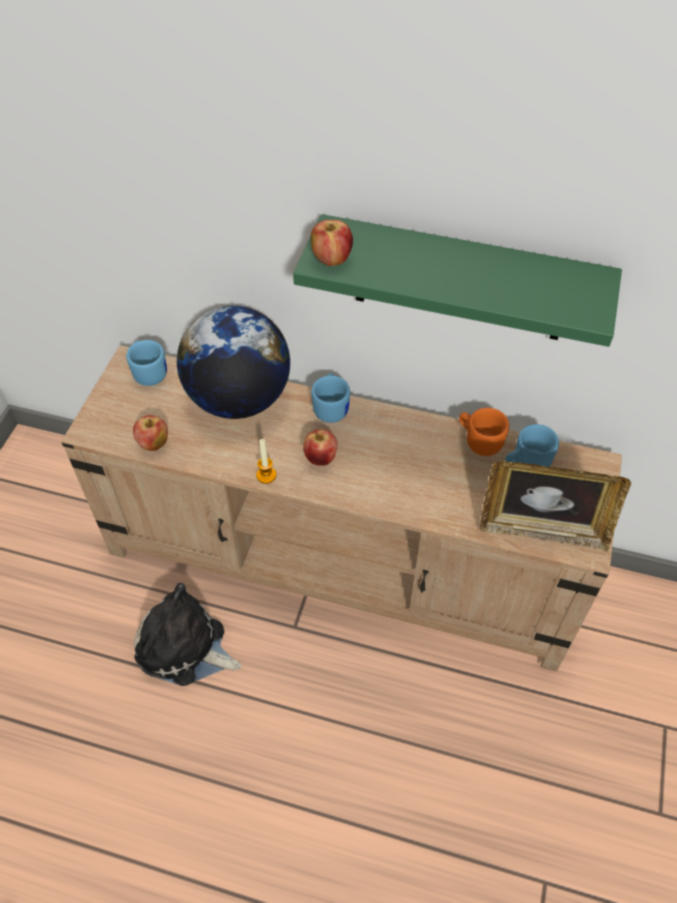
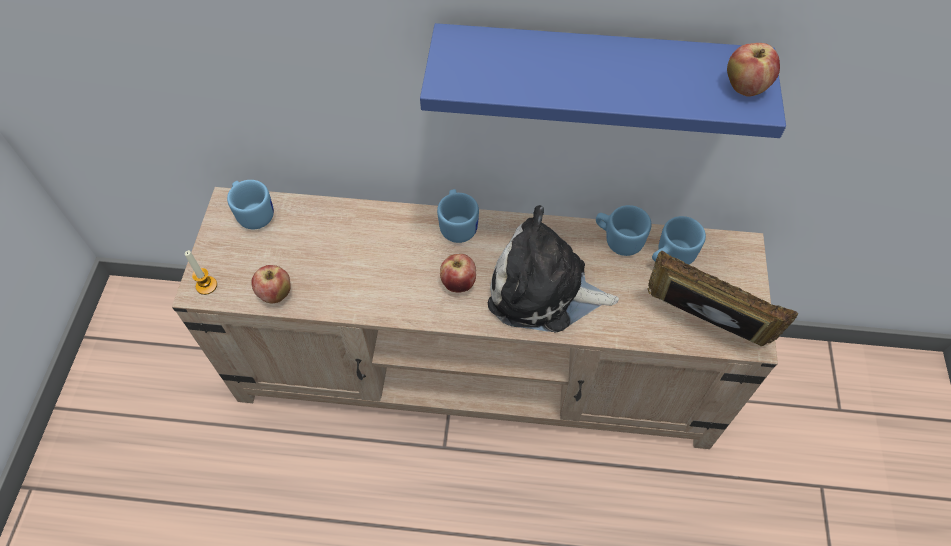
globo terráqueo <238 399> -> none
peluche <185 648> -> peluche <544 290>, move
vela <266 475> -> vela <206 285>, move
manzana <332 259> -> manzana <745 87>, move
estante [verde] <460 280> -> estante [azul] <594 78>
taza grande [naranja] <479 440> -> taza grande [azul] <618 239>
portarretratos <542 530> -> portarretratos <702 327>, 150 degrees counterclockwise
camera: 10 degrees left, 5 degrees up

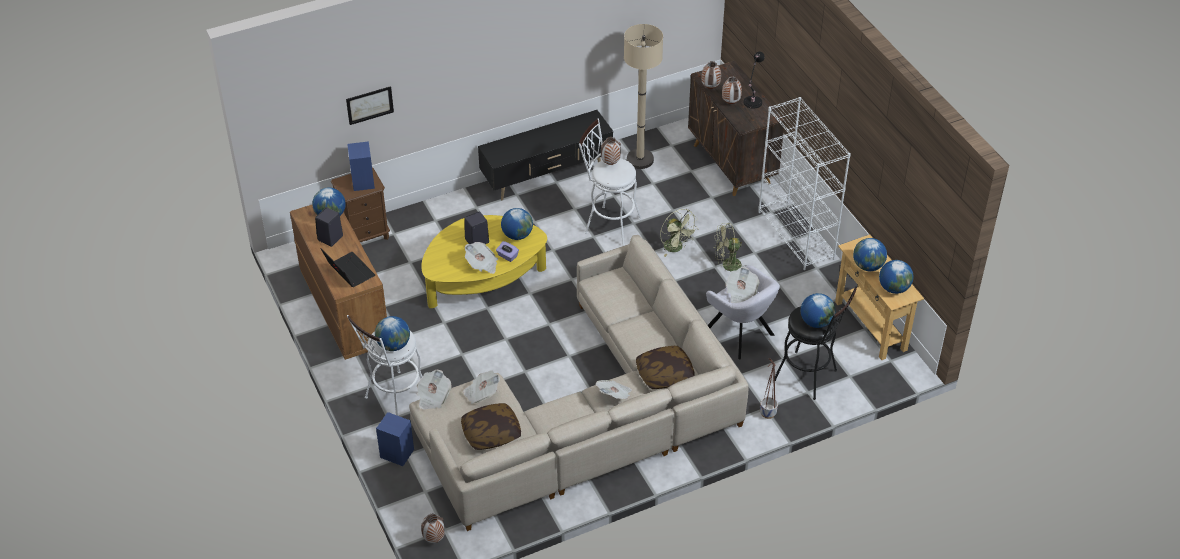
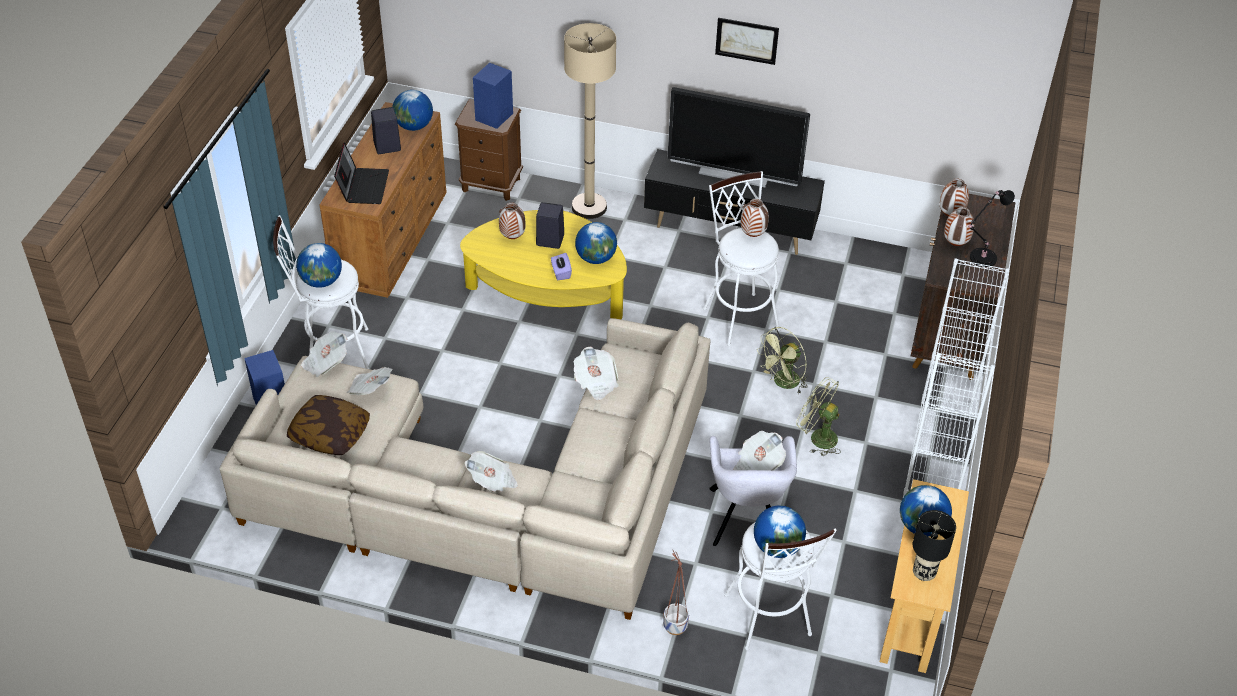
cojín <664 374> -> none
none -> televisor <734 174>
cuadro <369 105> -> cuadro <746 40>, move
florero <434 539> -> florero <512 237>, move
periódico <482 264> -> periódico <596 382>, move
lámpara de pie [beis] <640 160> -> lámpara de pie [beis] <589 207>, move
globo terráqueo <894 288> -> lámpara de mesa [negro] <924 573>
taburete [negro] <810 377> -> taburete [blanco] <770 621>
ventilador [verde] <676 248> -> ventilador [verde] <782 383>, 45 degrees clockwise
camera: 40 degrees right, 0 degrees up

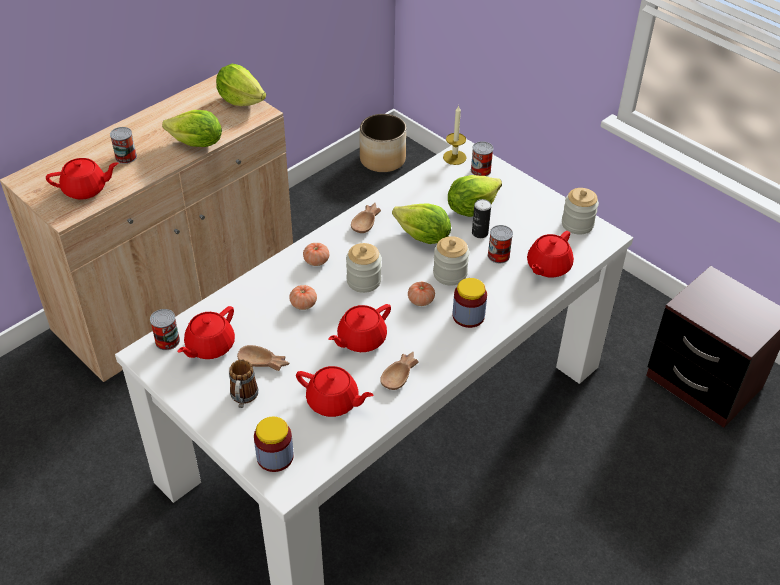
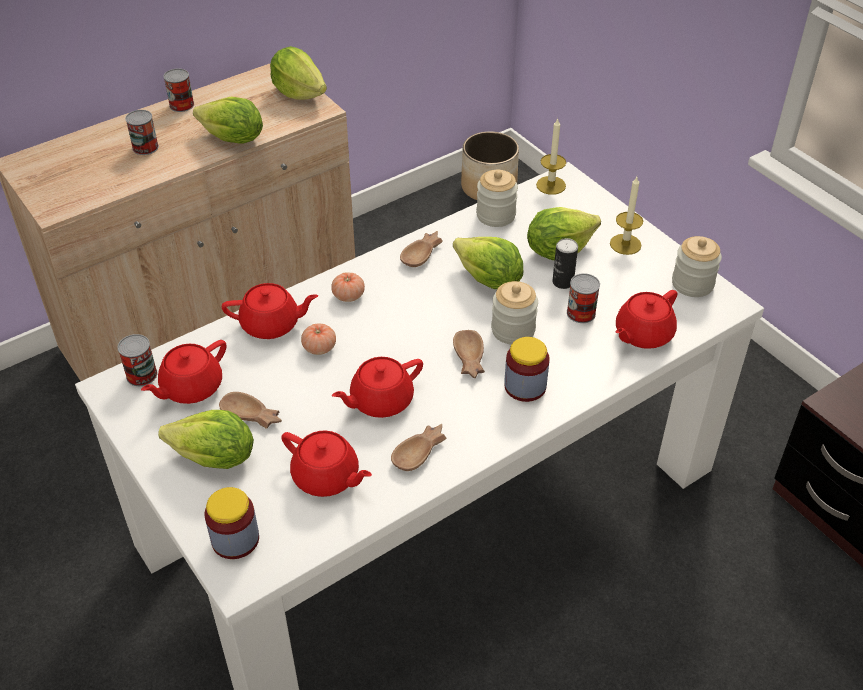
none -> vela <625 244>
tetera [rojo] <86 189> -> tetera [rojo] <271 324>, move
tarro <363 281> -> tarro <496 215>, move
lata <480 170> -> lata <181 105>, move
taza grande <243 398> -> lechuga <215 459>
tomate <421 300> -> cuenco [marrón] <468 359>
camera: 10 degrees right, 0 degrees up

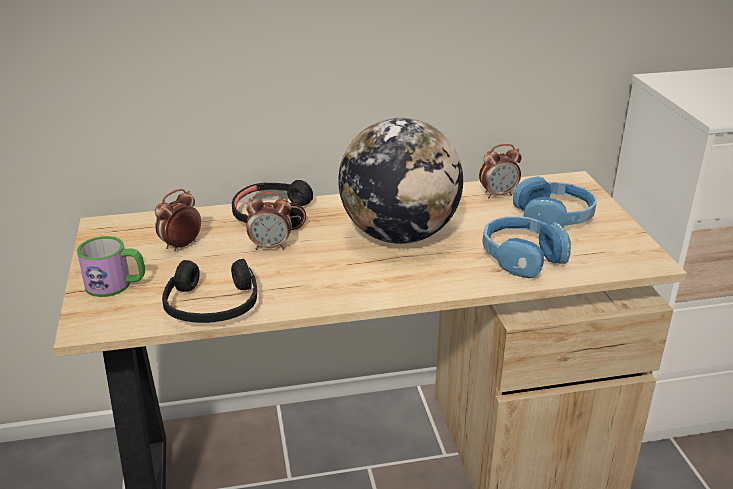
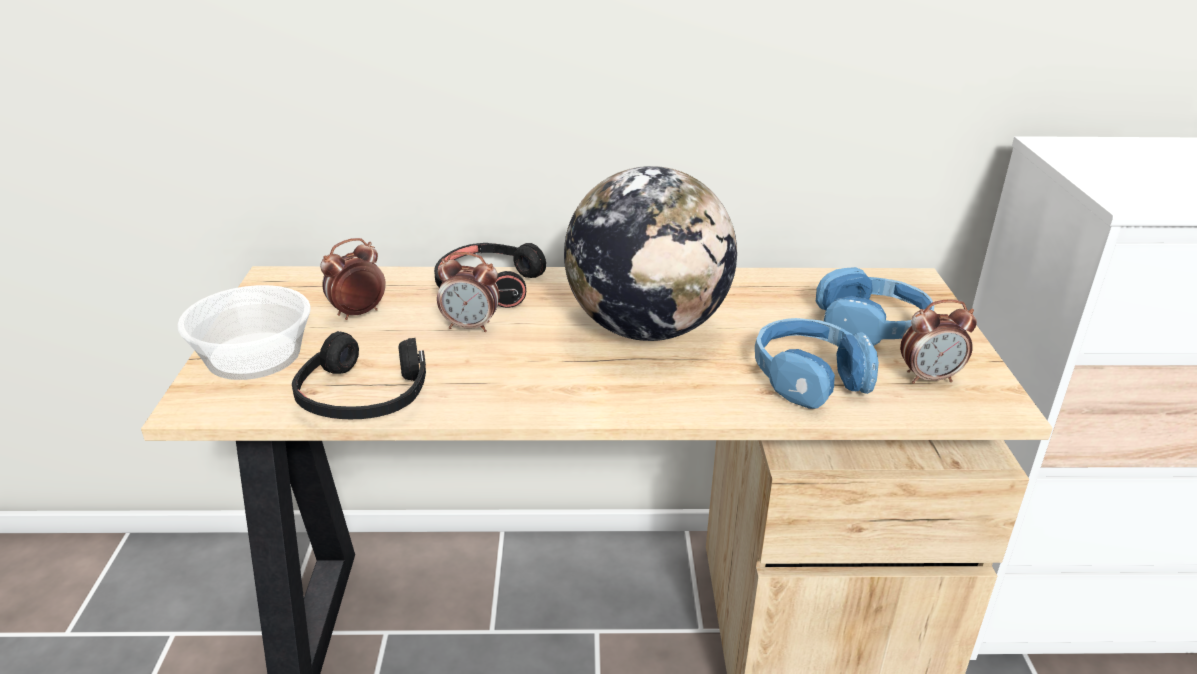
despertador <498 194> -> despertador <929 378>, move
taza grande <116 284> -> cuenco <255 355>
camera: 10 degrees right, 0 degrees up

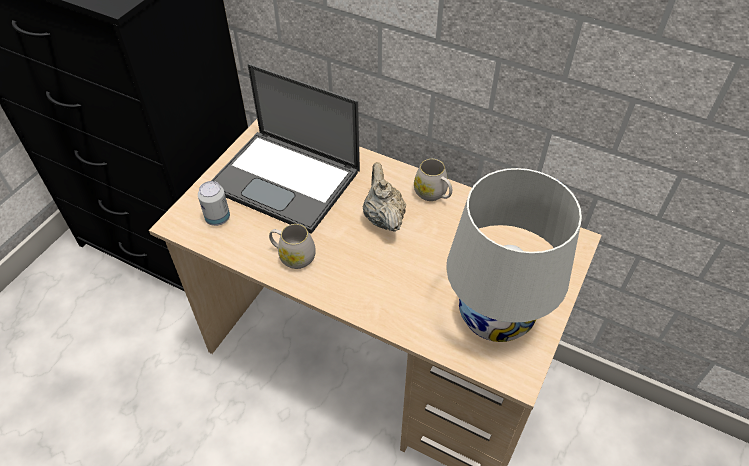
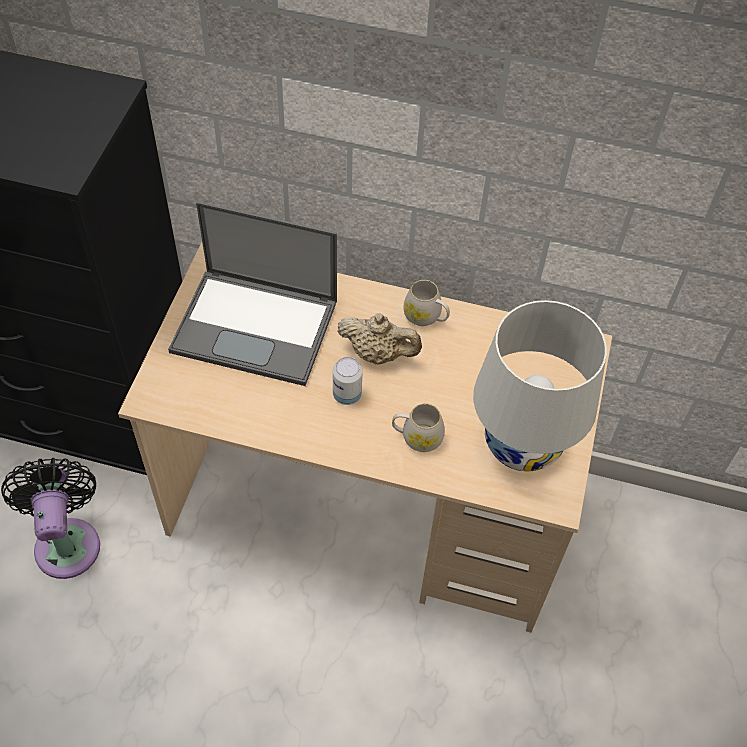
none -> ventilador [negro] <67 541>
lata <218 218> -> lata <347 395>, move
taza grande [blanco] <293 256> -> taza grande [blanco] <417 437>, move
tetera [beis] <383 217> -> tetera [beis] <378 353>, 135 degrees clockwise
camera: 15 degrees left, 5 degrees up

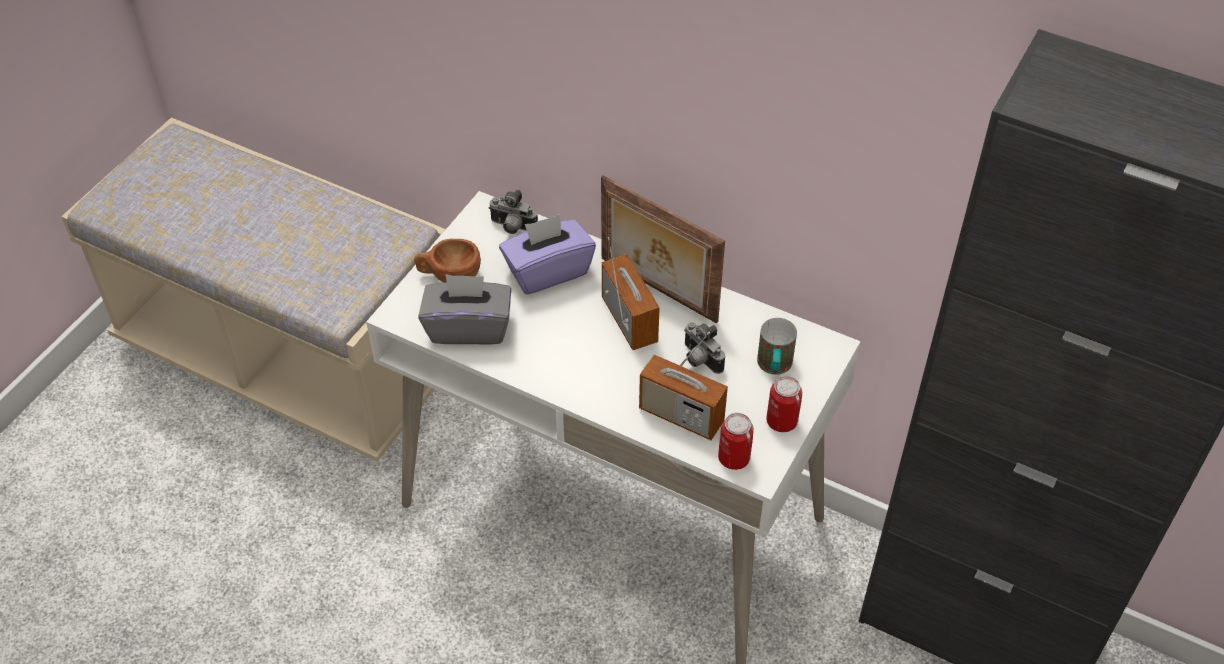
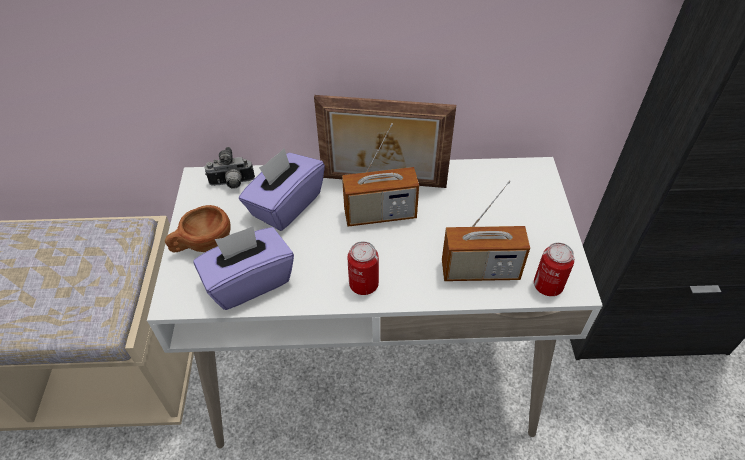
cámara <699 360> -> none
taza grande <774 367> -> none
lata <781 421> -> lata <363 284>, move
caja de pañuelos [gris] <468 327> -> caja de pañuelos [morado] <249 281>
radio <629 320> -> radio <380 214>, 135 degrees clockwise
camera: 30 degrees left, 0 degrees up

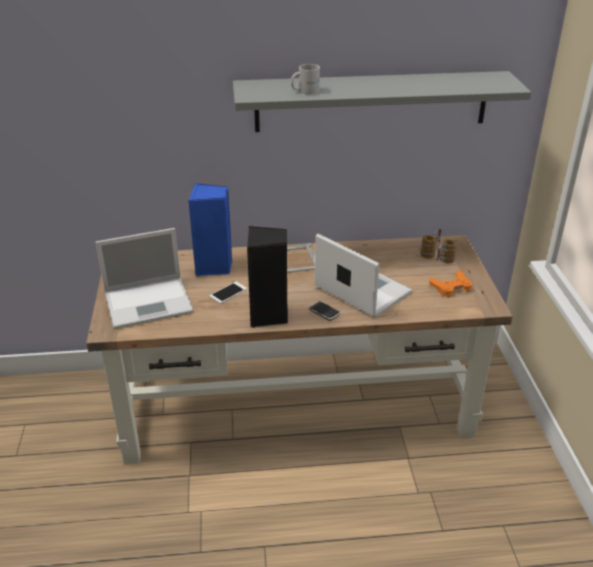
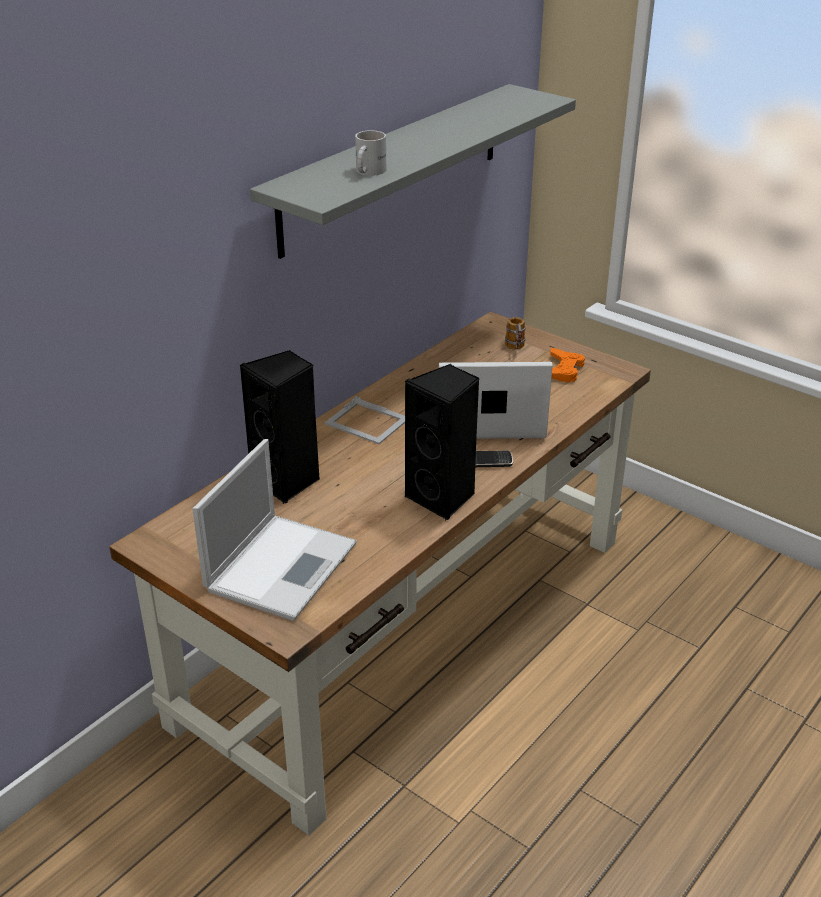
móvil <228 292> -> none
taza grande <431 252> -> none
altavoz [azul] <214 267> -> altavoz [negro] <287 482>
camera: 45 degrees left, 0 degrees up

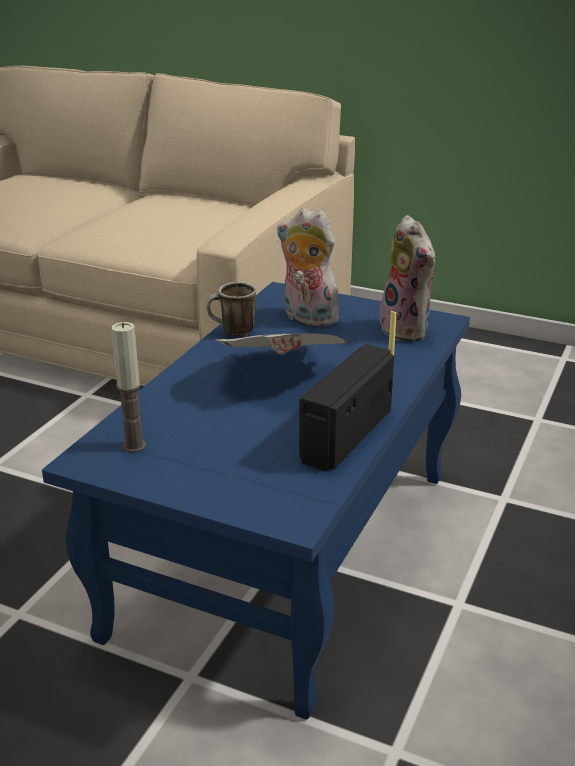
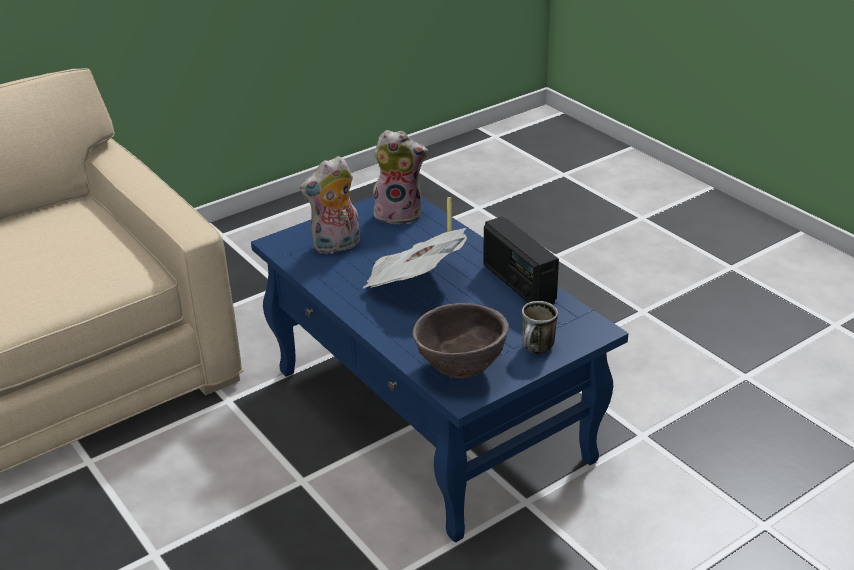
taza grande <232 332> -> taza grande <537 350>, move
vela <134 446> -> cuenco [marrón] <460 370>
camera: 60 degrees left, 5 degrees up

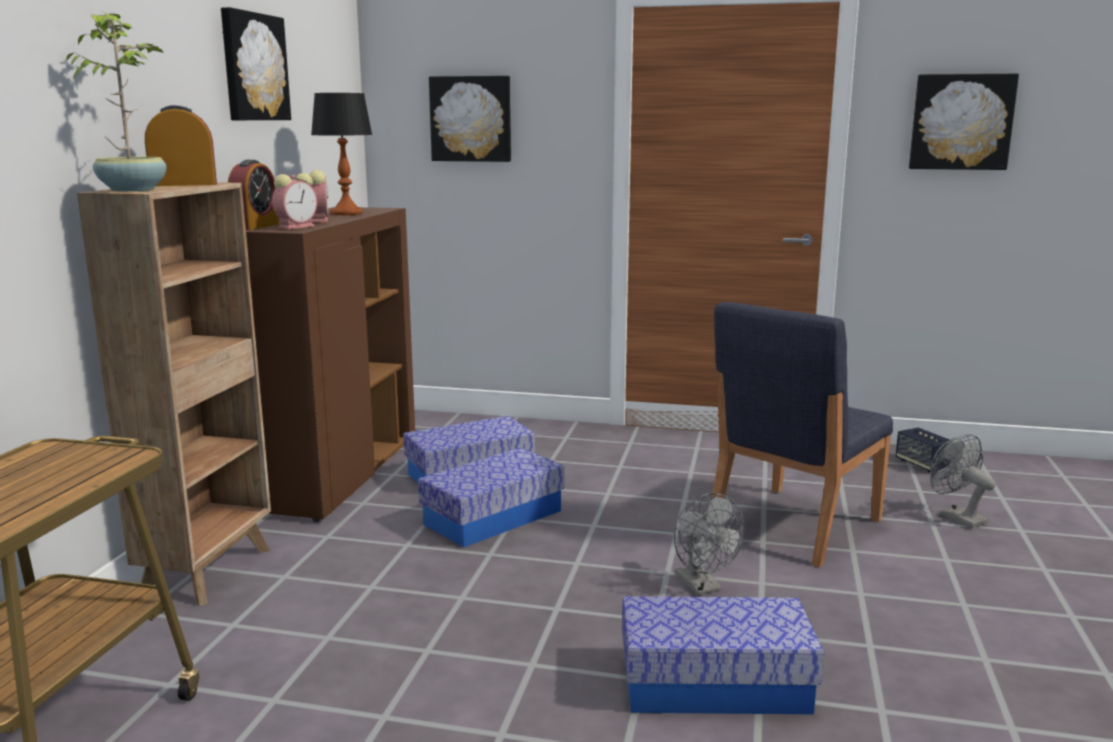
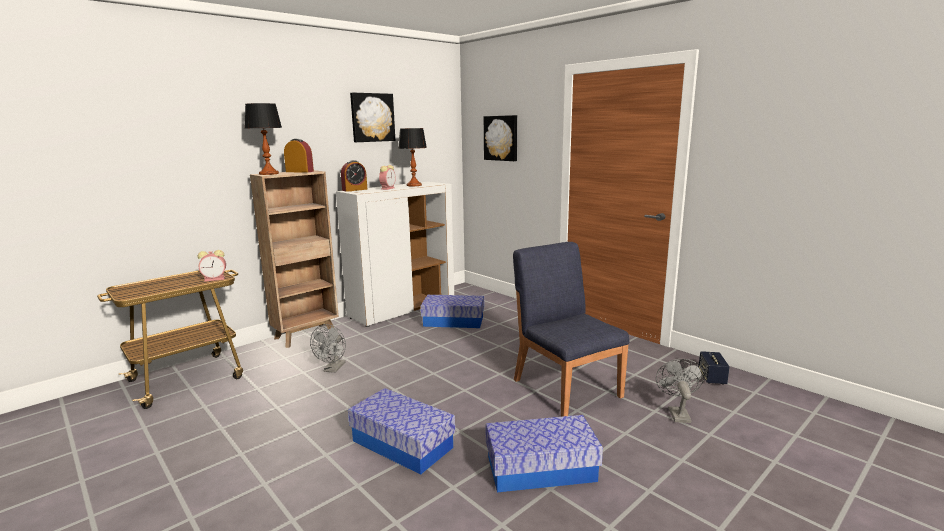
cuadro <961 122> -> none
despertador <297 226> -> despertador <215 279>, move
caja de almacenaje <493 517> -> caja de almacenaje <541 469>, move
ventilador [gris] <702 586> -> ventilador [gris] <333 369>, move
planta en maceta <133 190> -> lámpara de mesa <269 174>
armario [marrón] <338 475> -> armario [blanco] <402 309>
silla [azul] <792 525> -> silla [azul] <566 387>, 75 degrees clockwise
camera: 35 degrees right, 0 degrees up

